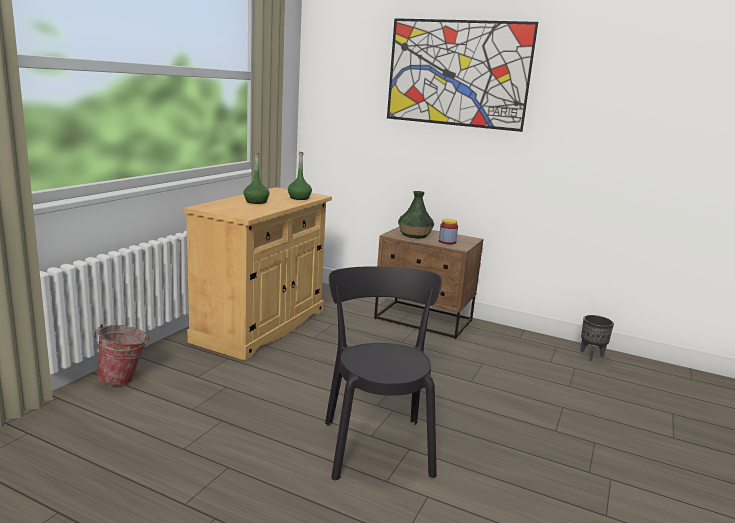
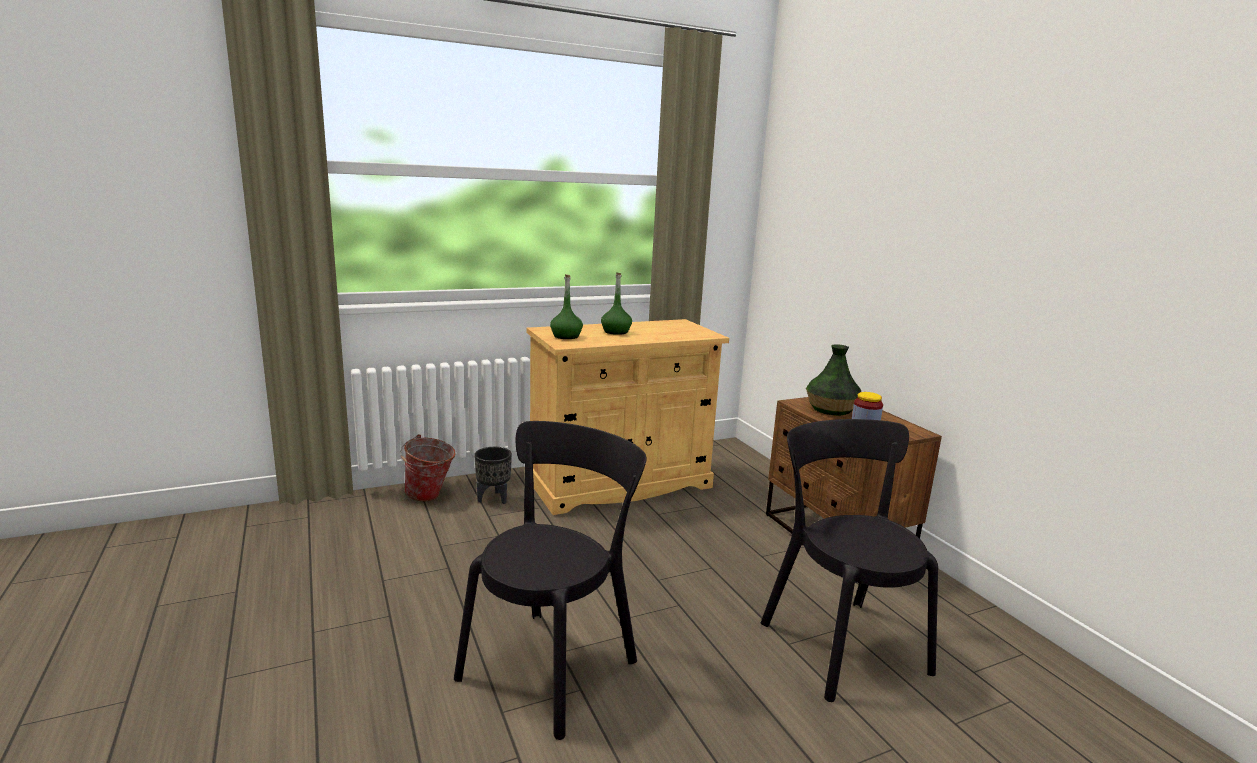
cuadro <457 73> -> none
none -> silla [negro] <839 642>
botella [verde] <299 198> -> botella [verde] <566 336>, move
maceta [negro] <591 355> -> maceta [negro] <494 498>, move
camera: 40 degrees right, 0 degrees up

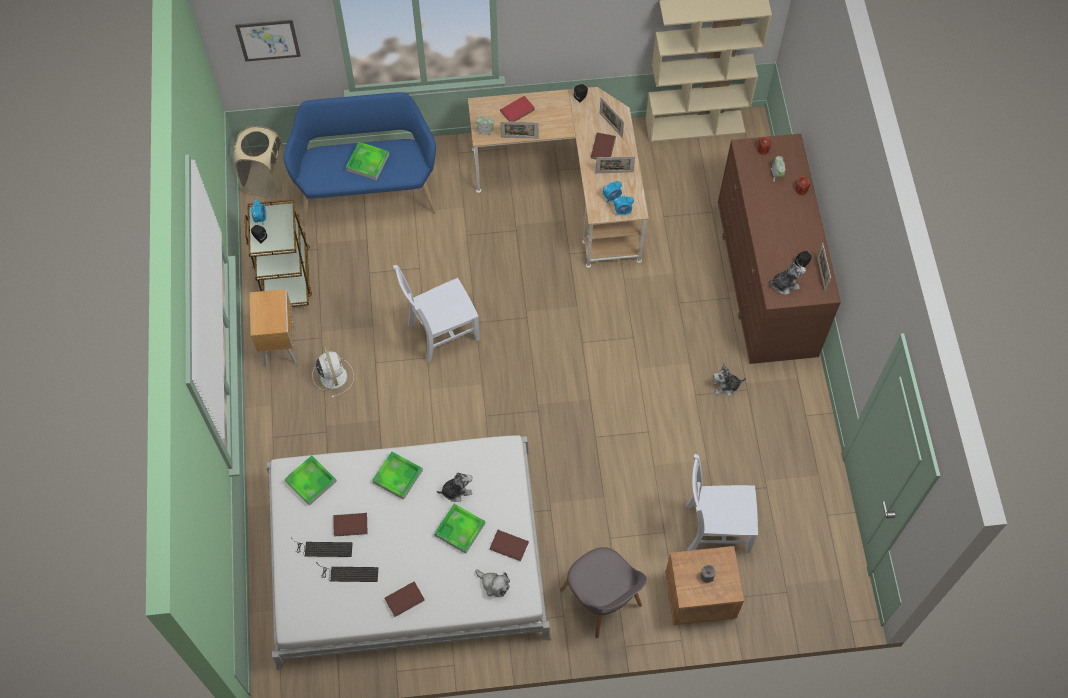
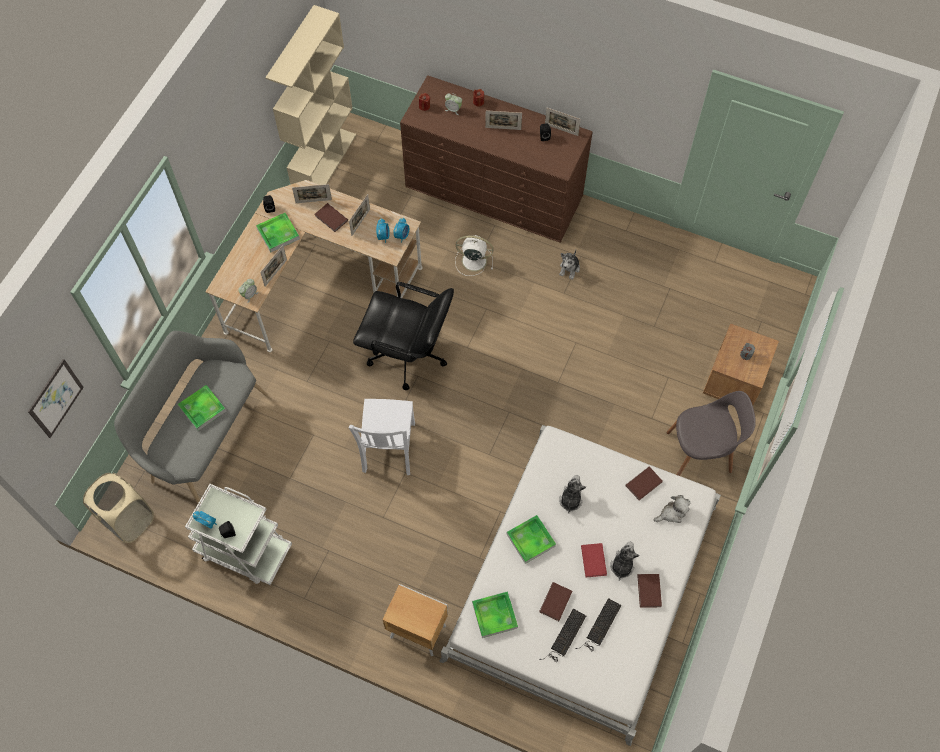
silla [blanco] <714 527> -> none
none -> silla de oficina [negro] <408 355>
none -> portarretratos <503 128>
mesita de noche [marrón] <280 344> -> mesita de noche [marrón] <417 630>, move
ventilador [blanco] <333 375> -> ventilador [blanco] <473 260>, move
bandeja <460 529> -> bandeja <278 234>, move
libro [rojo] <518 110> -> libro [rojo] <594 560>, move
peluche <784 284> -> peluche <622 565>, move
carrito [marrón] <286 275> -> carrito [blanco] <244 550>
banco [azul] <367 190> -> banco [gris] <204 437>
camera: 60 degrees left, 0 degrees up

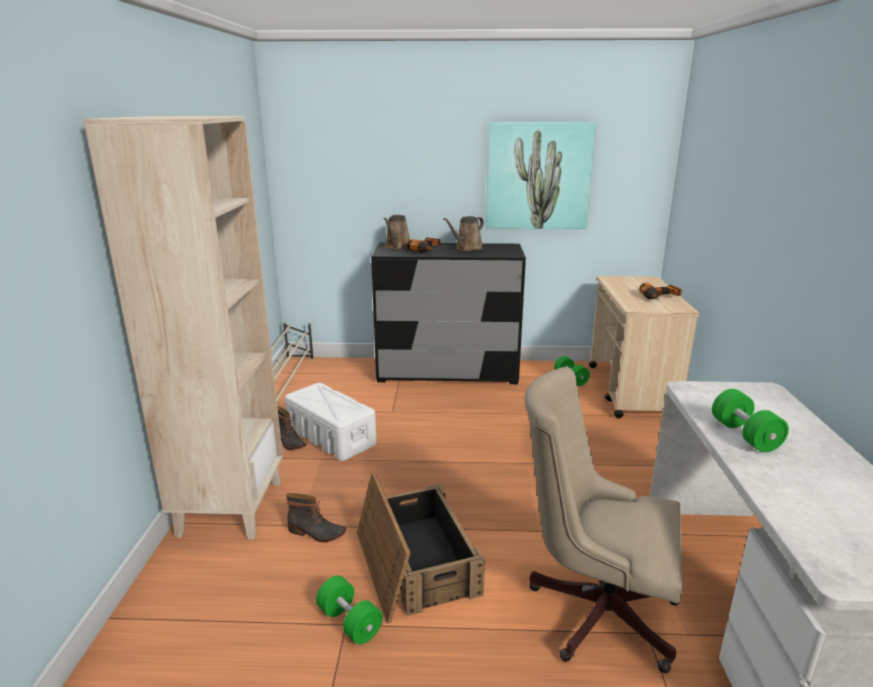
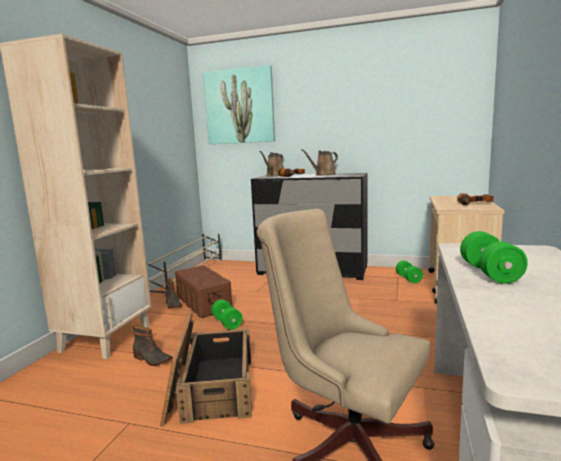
mancuerna [verde] <349 622> -> mancuerna [verde] <227 323>, move
cuadro <538 176> -> cuadro <240 106>, move
caja de almacenaje [blanco] <330 436> -> caja de almacenaje [marrón] <203 303>
camera: 15 degrees right, 10 degrees down

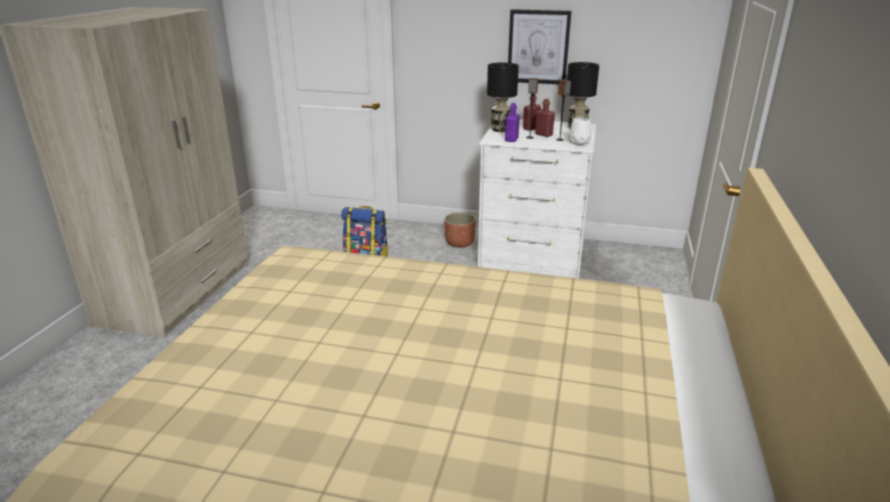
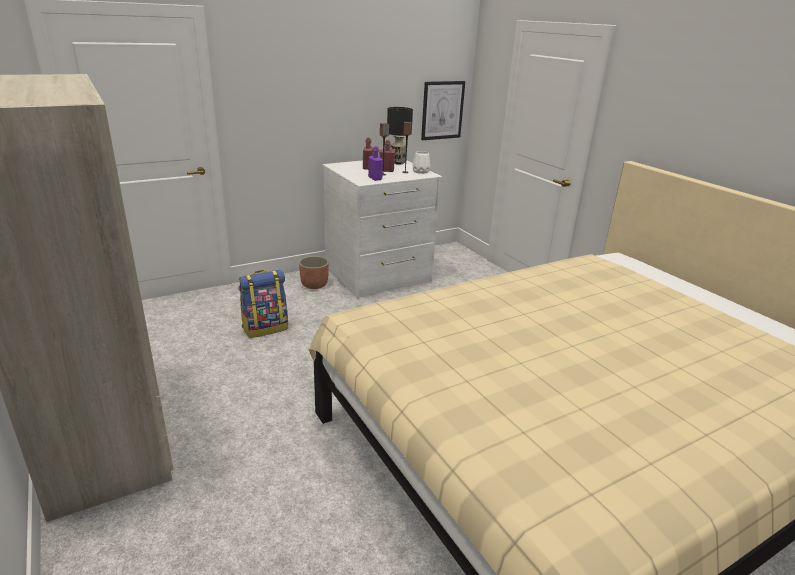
lámpara de mesa [negro] <500 130> -> none
cuadro <538 47> -> cuadro <442 110>, move
camera: 45 degrees left, 0 degrees up

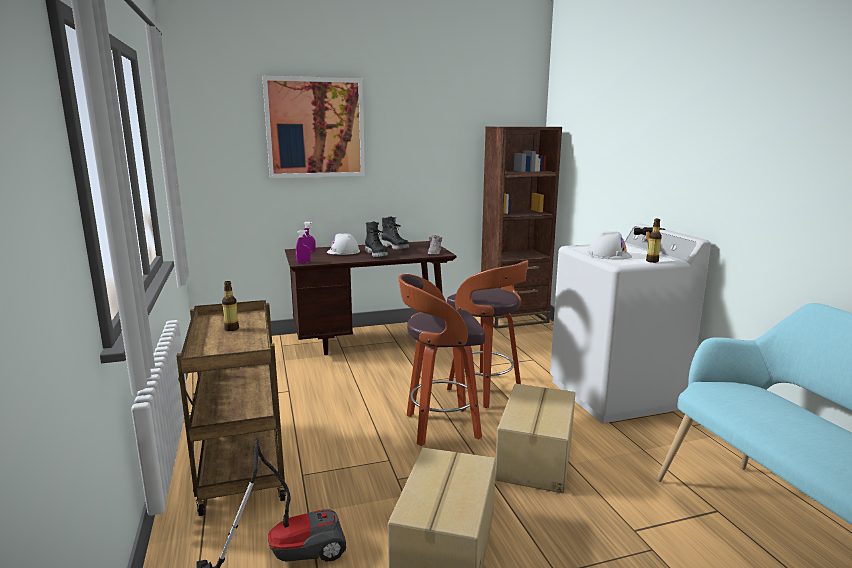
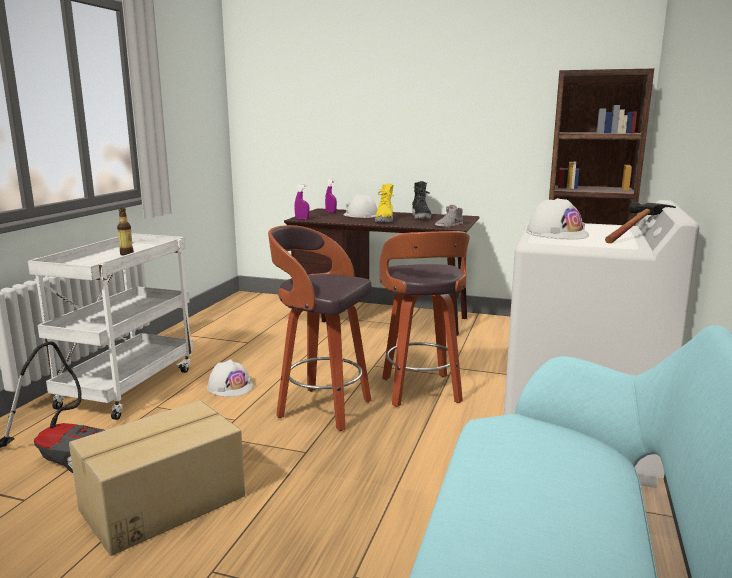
cuadro <315 128> -> none
caja de cartón <537 458> -> none
botella <652 261> -> none
none -> casco [blanco] <230 386>
carrito [marrón] <241 467> -> carrito [blanco] <128 387>
bota [negro] <377 254> -> bota [amarillo] <385 220>
camera: 35 degrees right, 0 degrees up

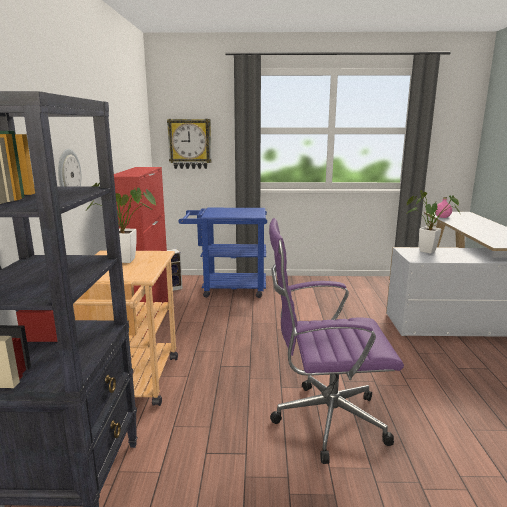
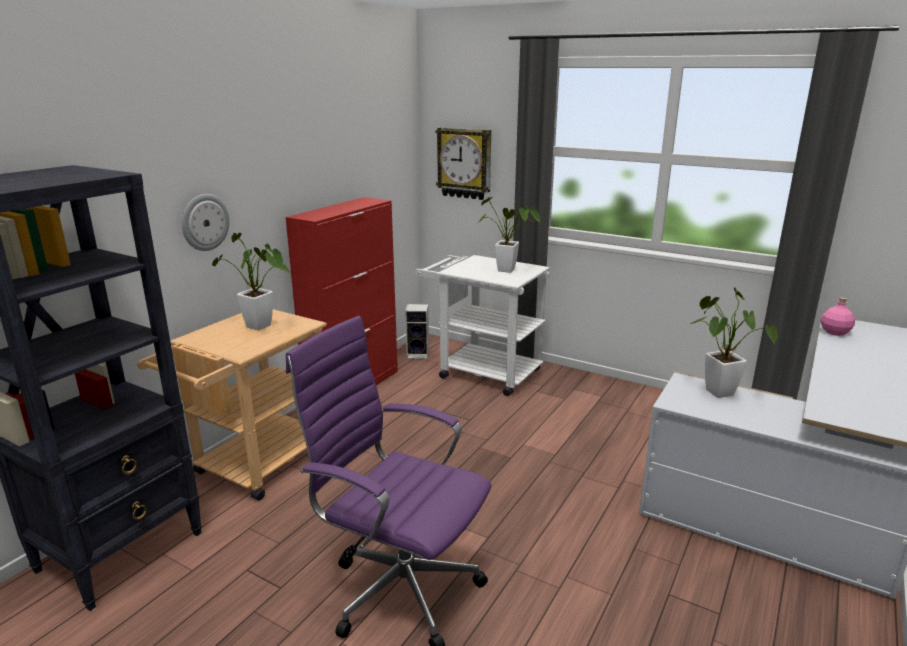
none -> planta en maceta <510 271>
carrito [azul] <227 288> -> carrito [blanco] <481 371>
camera: 30 degrees right, 5 degrees up

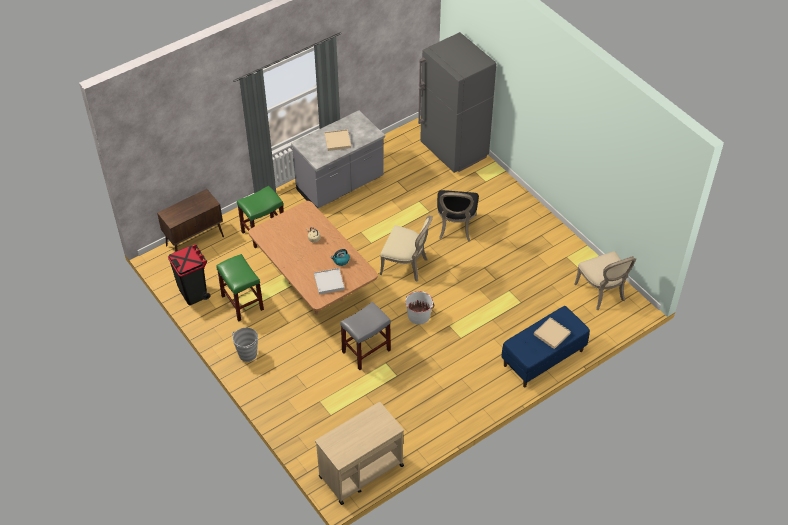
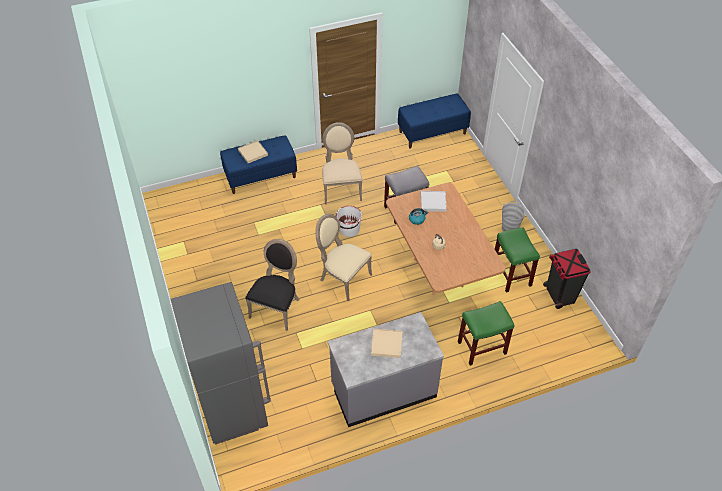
armario [marrón] <195 241> -> none
silla [beis] <602 293> -> silla [beis] <341 188>, move
carrito [beis] <360 471> -> banco [azul] <432 132>
camera: 165 degrees left, 0 degrees up

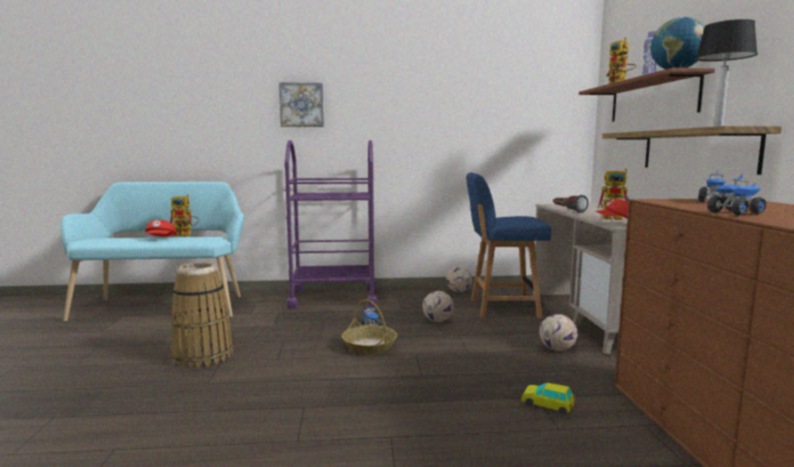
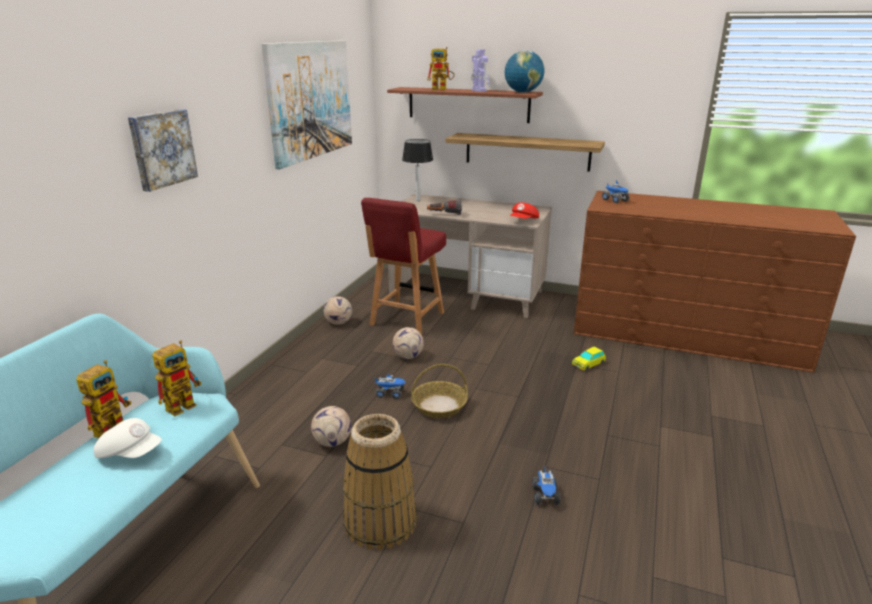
carrito [morado] <333 298> -> none
none -> cuadro <310 100>
balón de fútbol <557 349> -> balón de fútbol <332 442>, move
robot de juguete <616 218> -> robot de juguete <185 404>, move
lámpara de mesa <719 126> -> lámpara de mesa <418 200>, move
camión de juguete <735 213> -> camión de juguete <546 496>, move
gorra [rojo] <161 239> -> gorra [blanco] <131 453>
silla [azul] <502 308> -> silla [rojo] <406 319>
camera: 65 degrees left, 15 degrees up

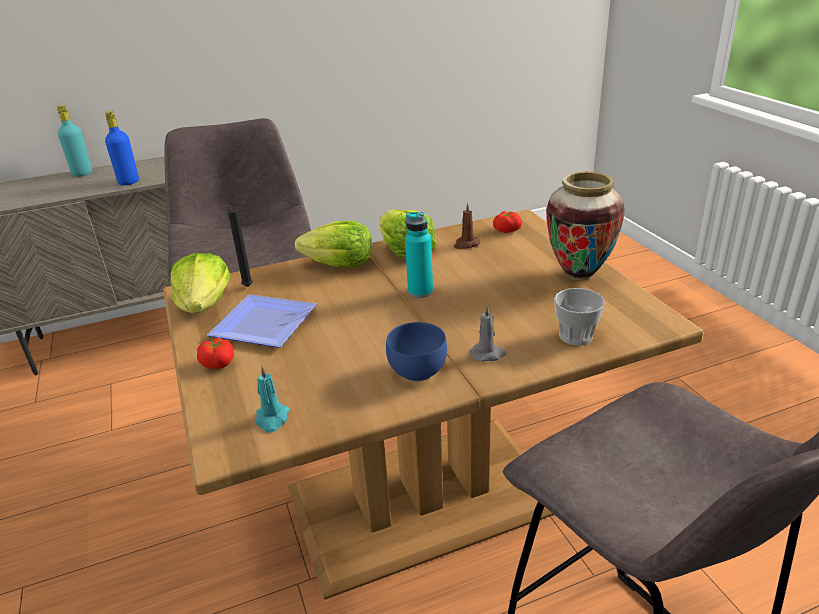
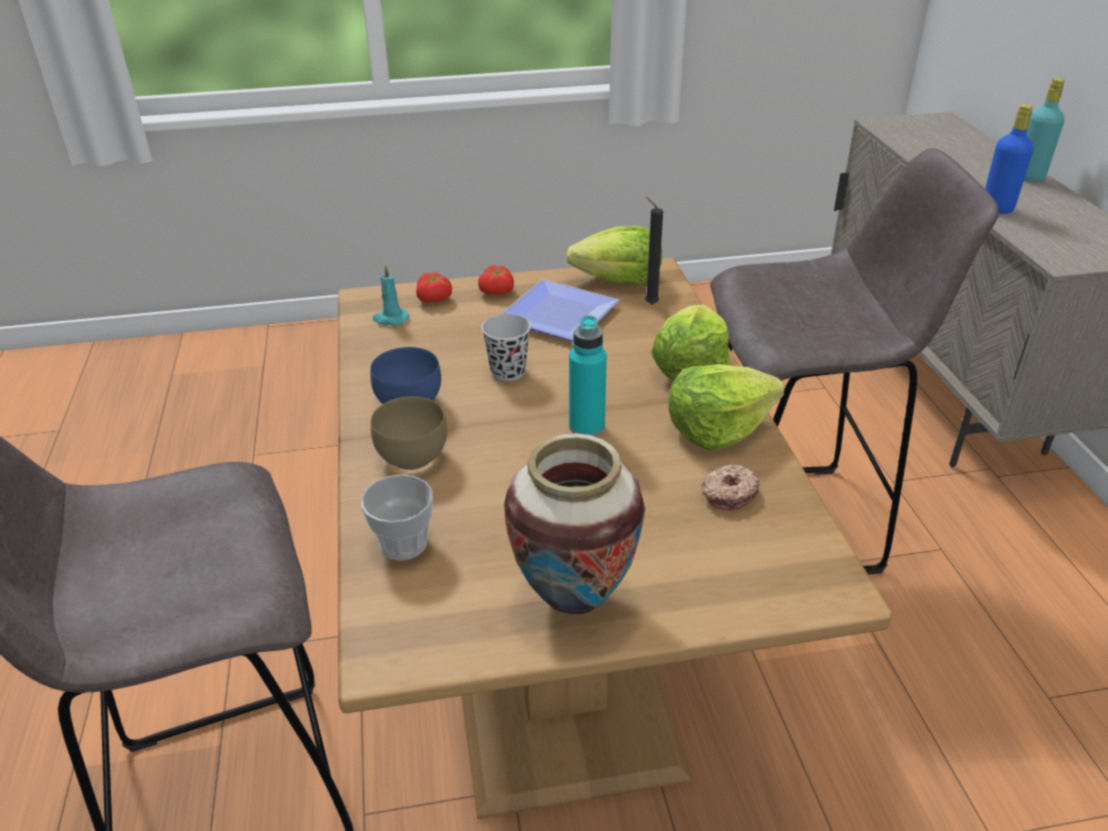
none -> taza [negro] <508 371>
tomate <506 230> -> tomate <435 299>, move
vela [marrón] <466 244> -> rosquilla <728 493>
vela [gris] <488 354> -> cuenco [marrón] <410 458>
camera: 100 degrees right, 5 degrees up

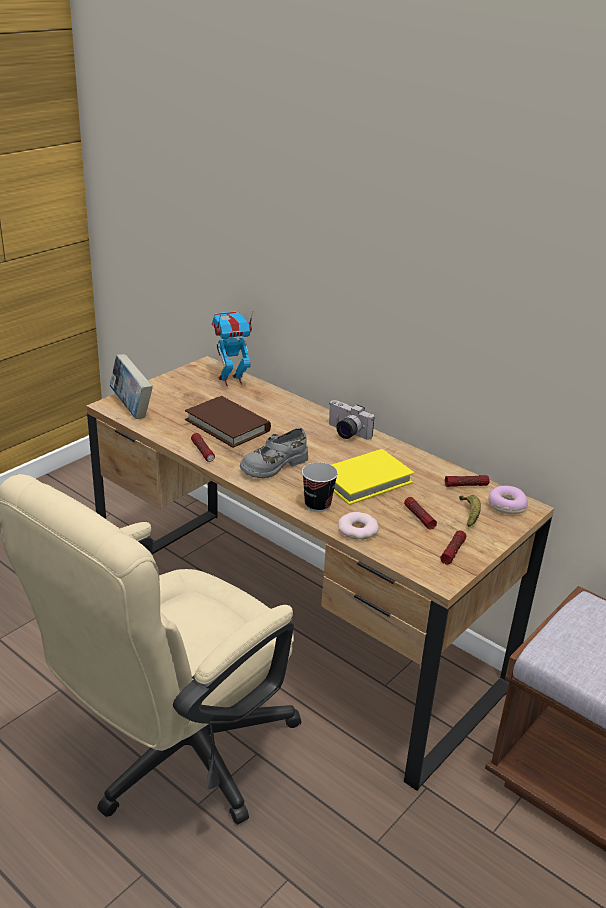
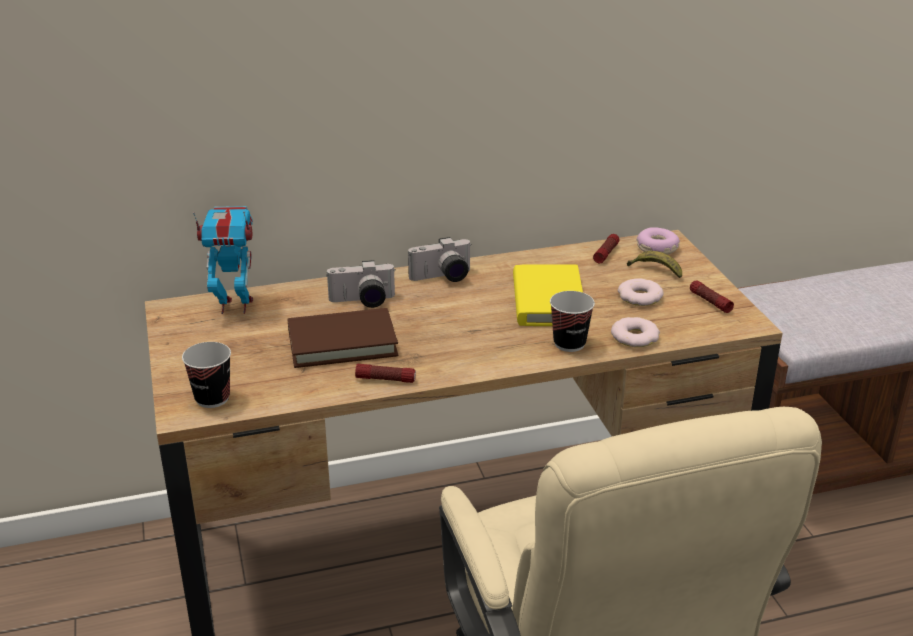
zapato [gris] <273 465> -> none
none -> cámara <362 302>
libro <131 408> -> taza <212 398>
linterna <419 517> -> rosquilla <640 297>
robot de juguete <231 380> -> robot de juguete <235 305>, 75 degrees clockwise
camera: 55 degrees left, 0 degrees up

